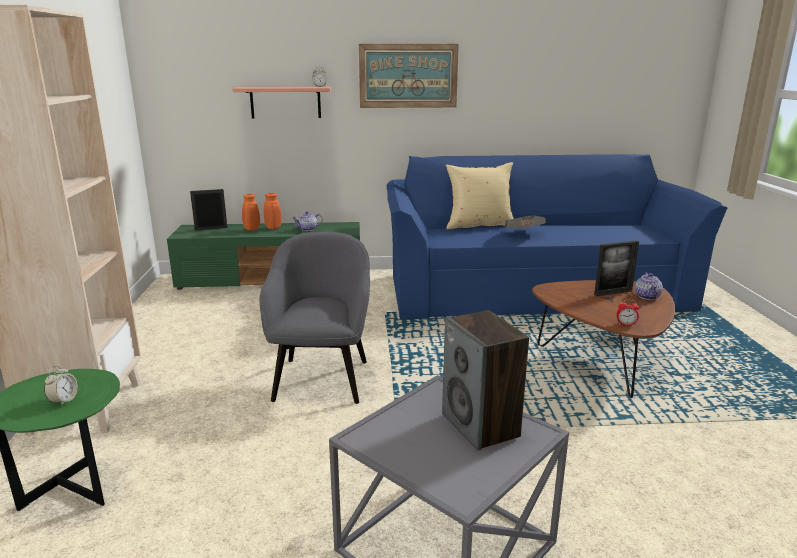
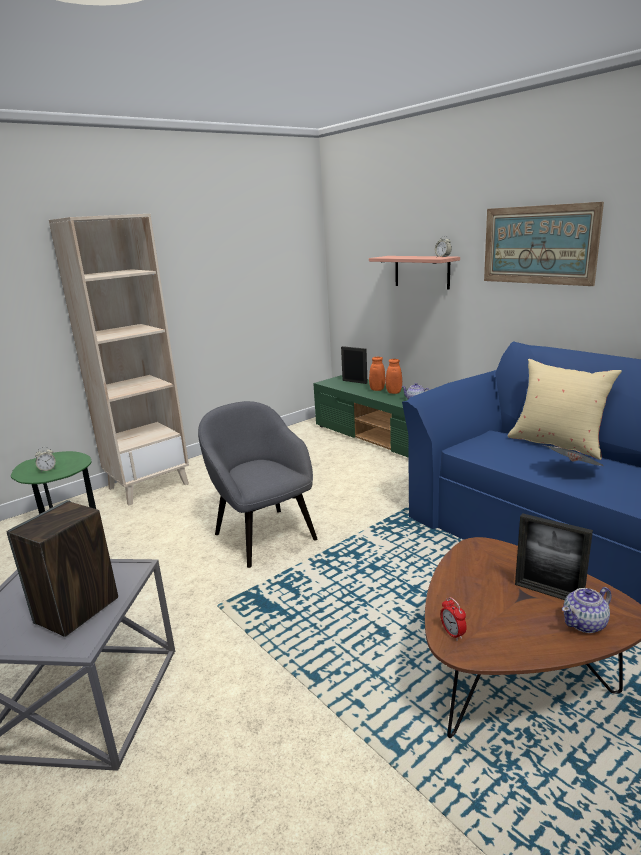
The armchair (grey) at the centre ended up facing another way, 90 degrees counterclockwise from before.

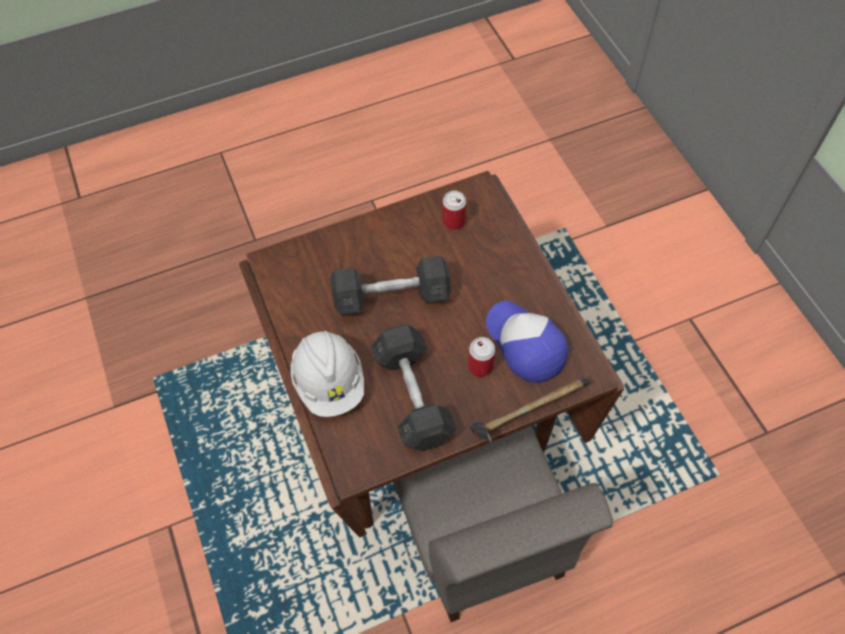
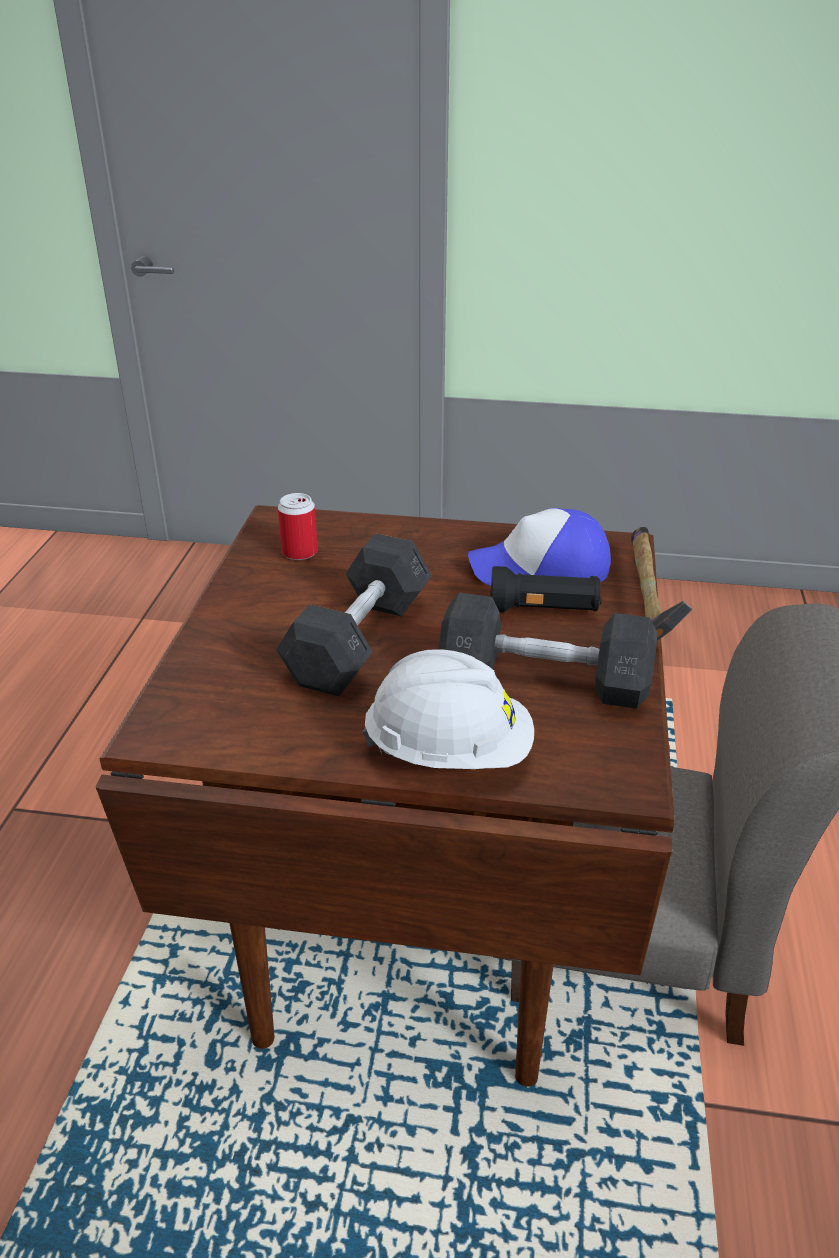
Where the can (no. 2 from left) stood at the centre, the flashlight (black) came to stand at the centre.

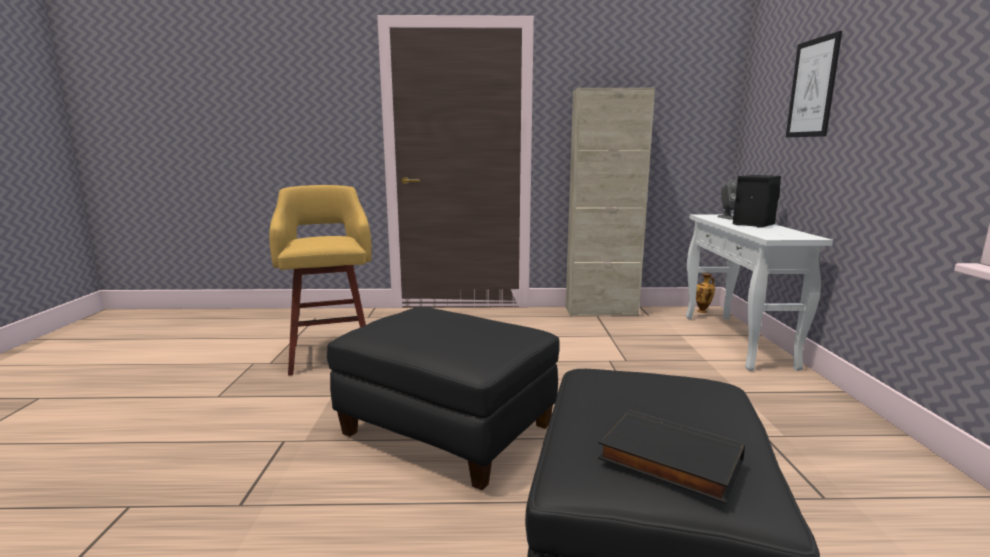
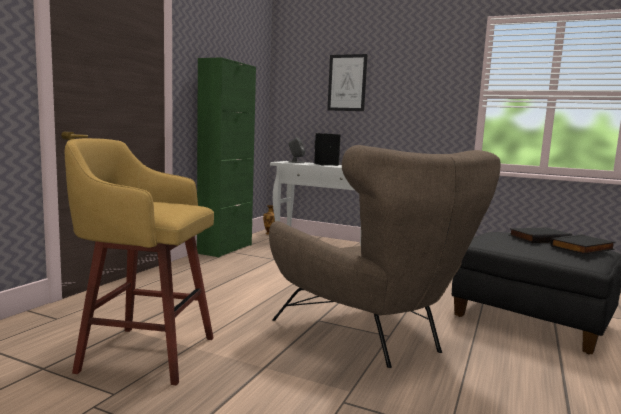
Where the ottoman (black) (no. 1 from left) stood at the bottom centre, the armchair (brown) came to stand at the centre.
What was the cabinet (beige) at the centre turned into the cabinet (green) at the centre.
The second view gained the book (black) (no. 1 from left) at the middle right.

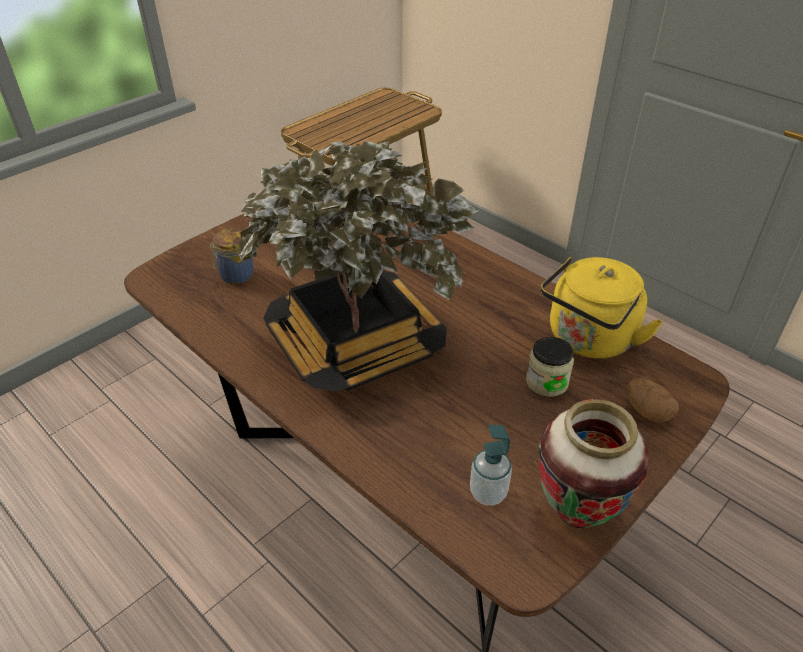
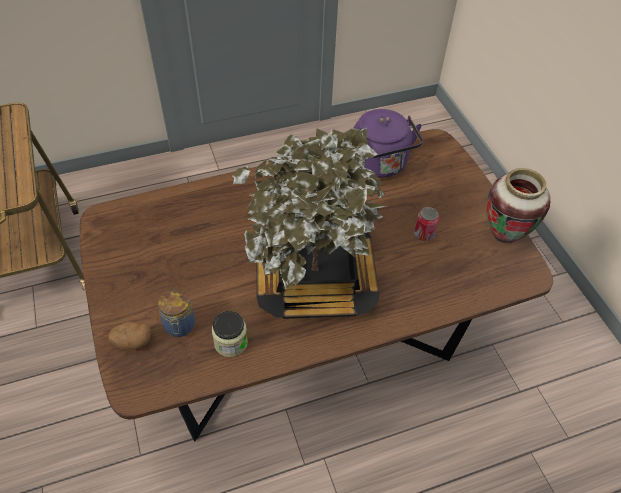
The second view lost the soap dispenser at the bottom centre.
The jar (no. 2 from left) ended up elsewhere, having gone from the middle right to the bottom centre.
What was the kettle (yellow) at the middle right turned into the kettle (purple) at the top centre.
The potato ended up elsewhere, having gone from the middle right to the bottom left.
The second view gained the can at the middle right.

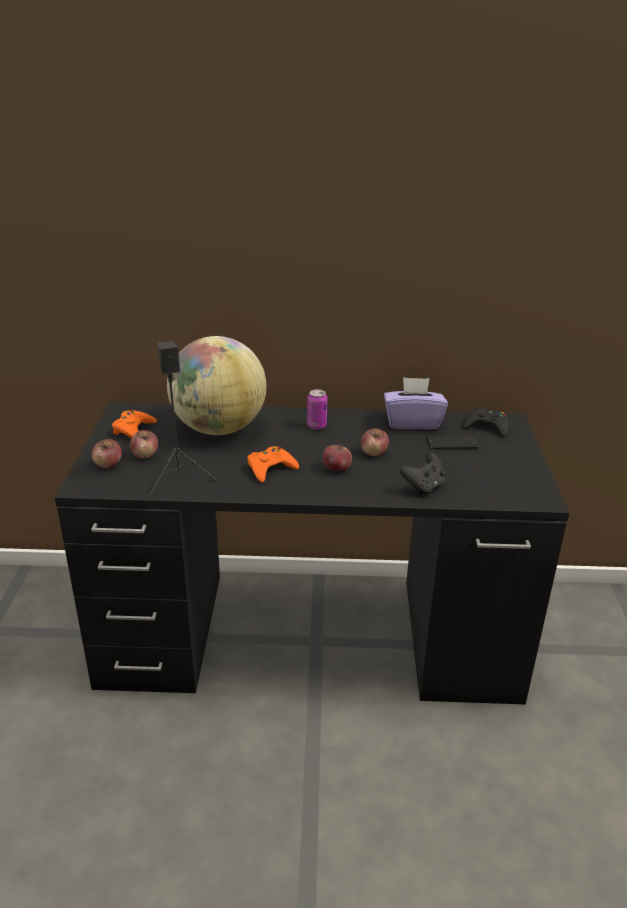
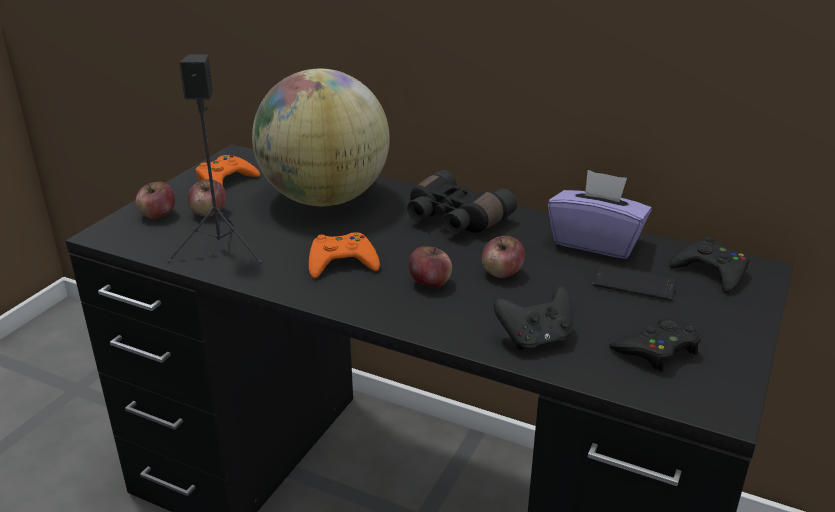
Where the can stood at the centre, the binoculars (black) came to stand at the centre.
The second view gained the game controller (black) (no. 2 from left) at the bottom right.

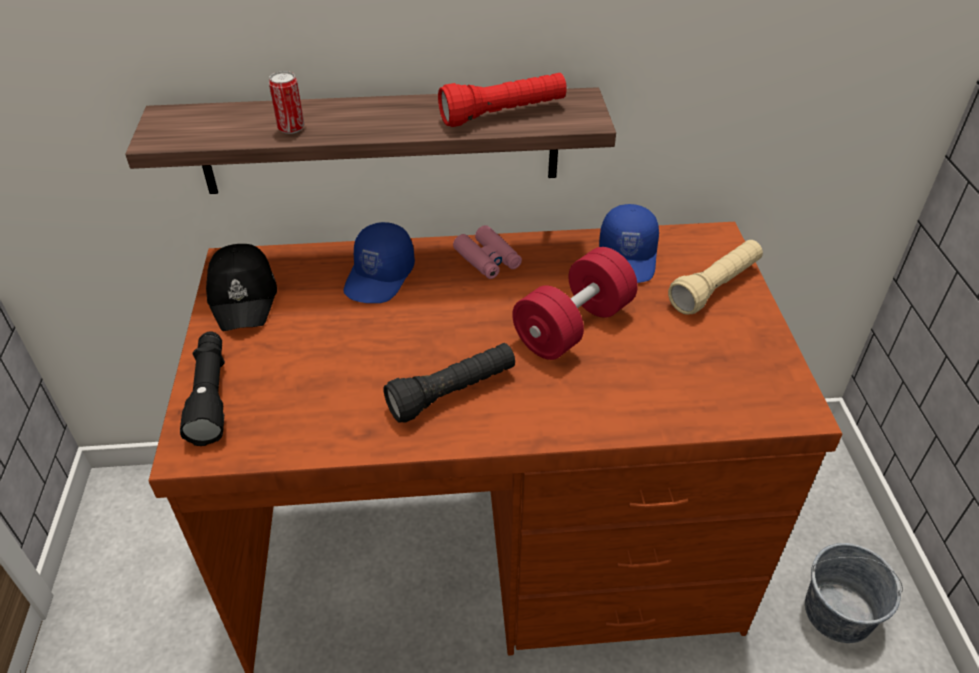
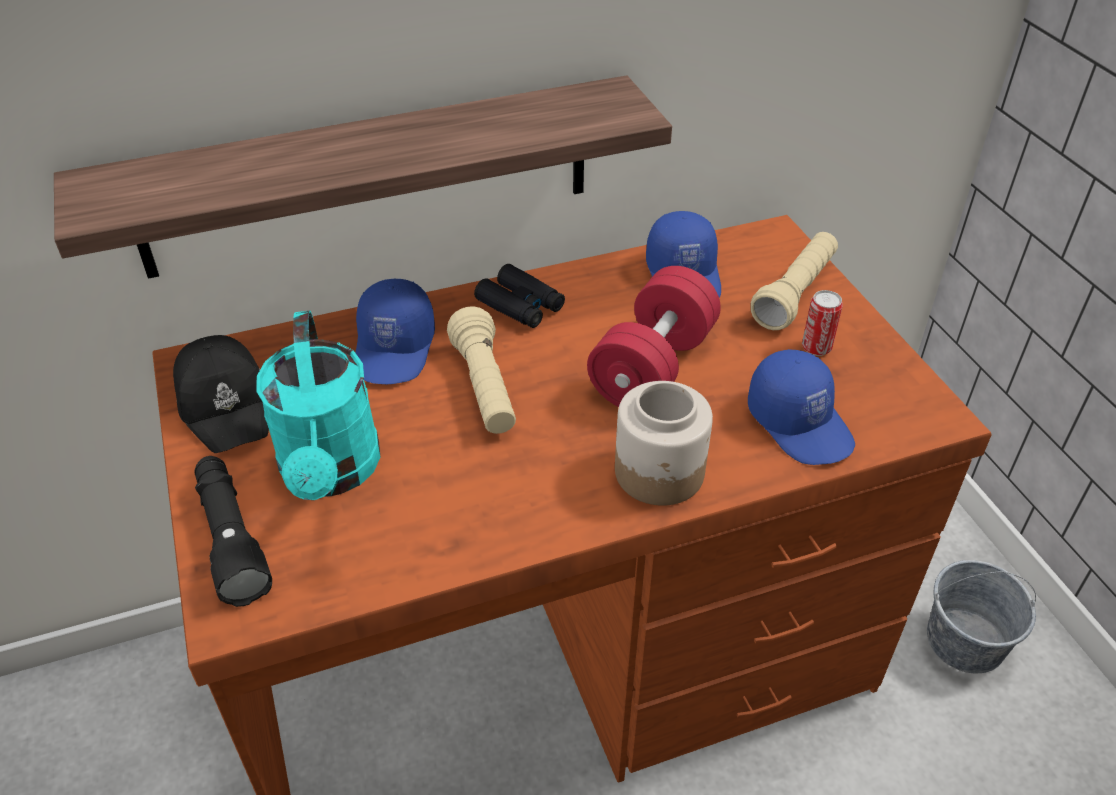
The can ended up elsewhere, having gone from the top left to the middle right.
The second view lost the flashlight (black) (no. 2 from left) at the centre.
The second view lost the flashlight (red) at the top centre.
What was the binoculars (pink) at the centre turned into the binoculars (black) at the centre.
The second view gained the watering can (turquoise) at the middle left.
The second view gained the flashlight (beige) (no. 1 from left) at the centre.
The second view gained the jar at the centre.
The second view gained the cap (blue) (no. 3 from left) at the middle right.

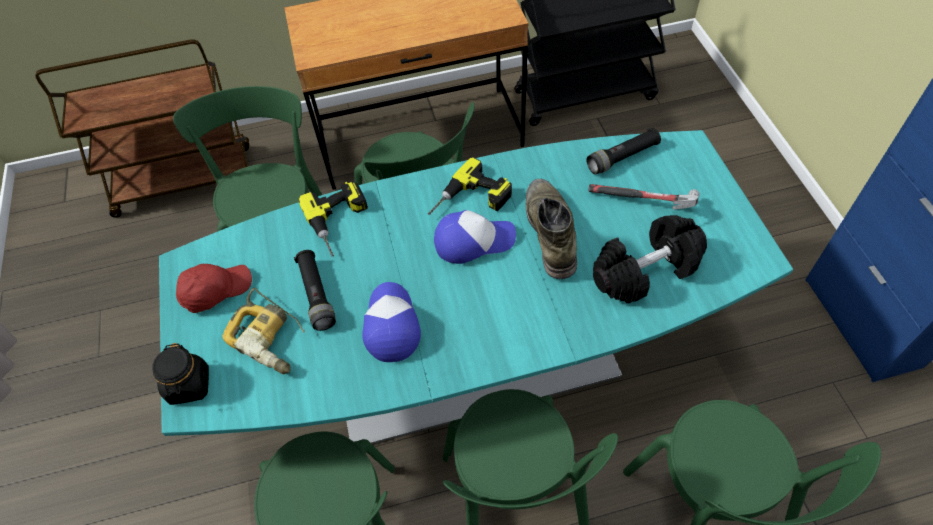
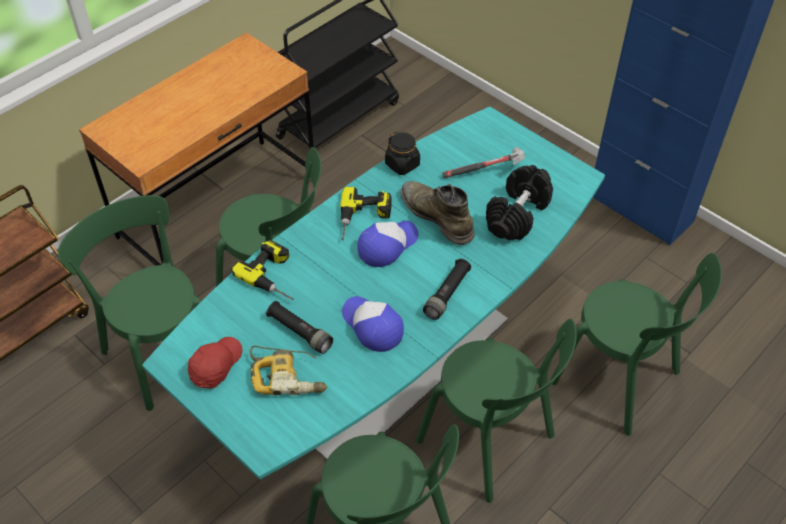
The jar (black) ended up elsewhere, having gone from the bottom left to the top centre.
The flashlight (black) (no. 2 from left) ended up elsewhere, having gone from the top right to the centre.

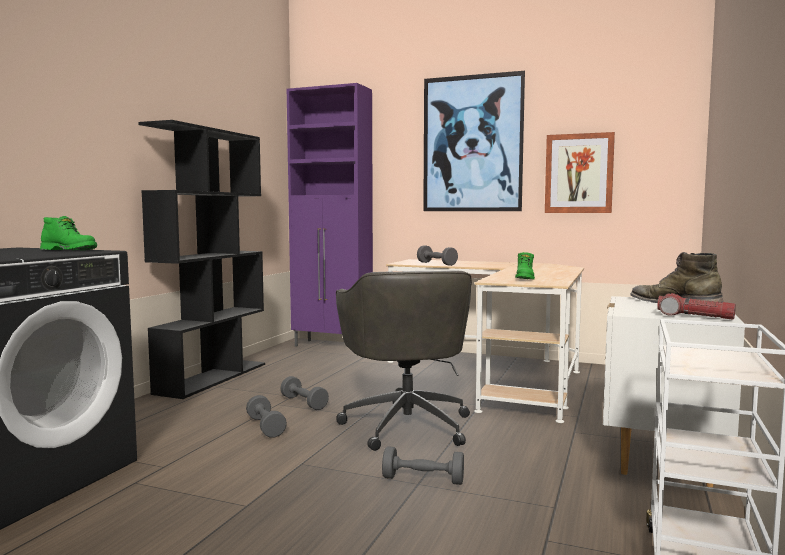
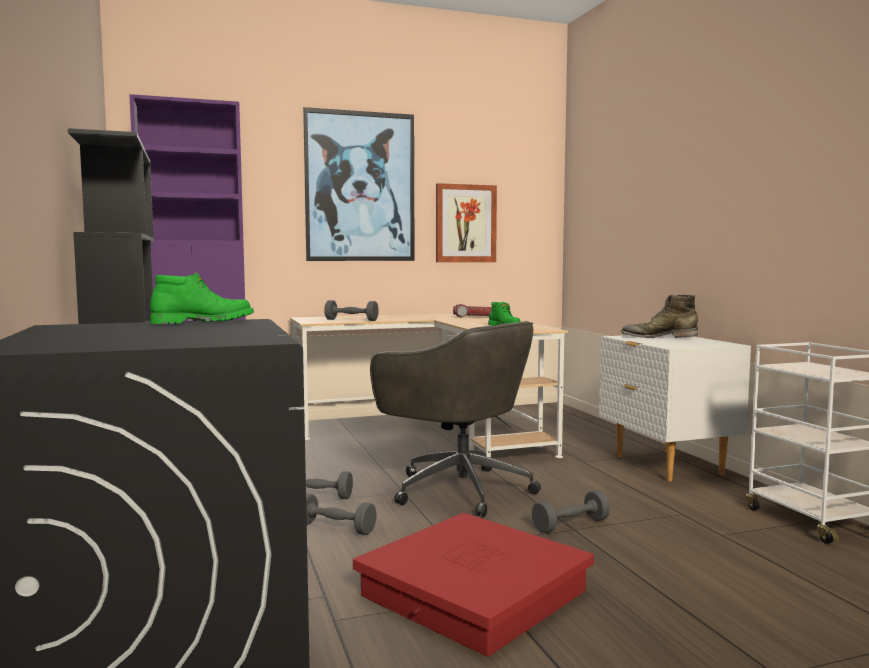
The flashlight ended up elsewhere, having gone from the middle right to the centre.
The second view gained the storage box (red) at the bottom centre.

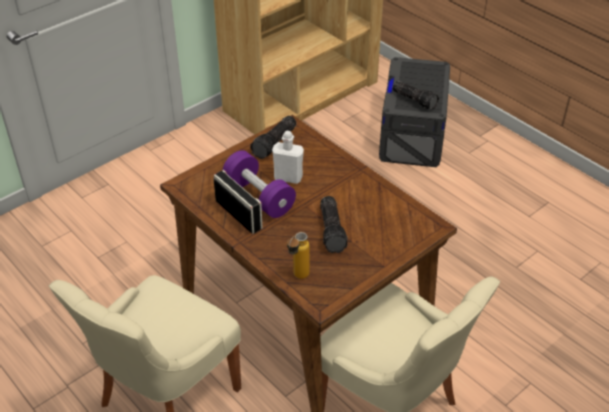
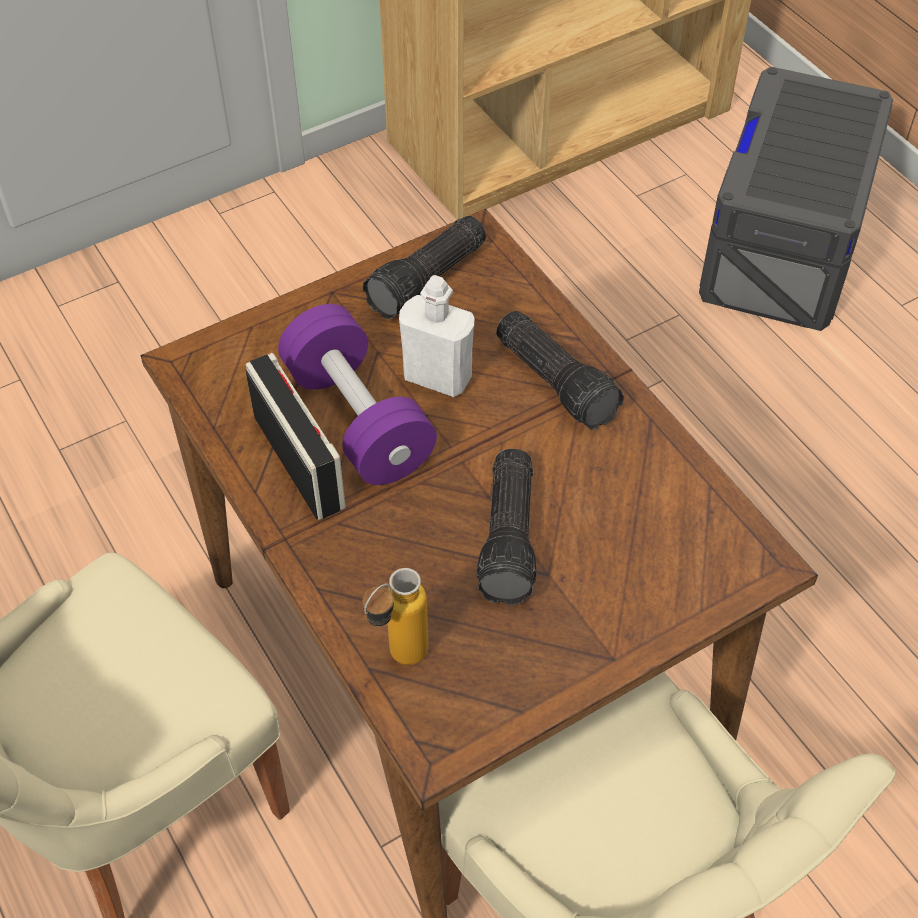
The flashlight (no. 3 from left) ended up elsewhere, having gone from the top right to the centre.

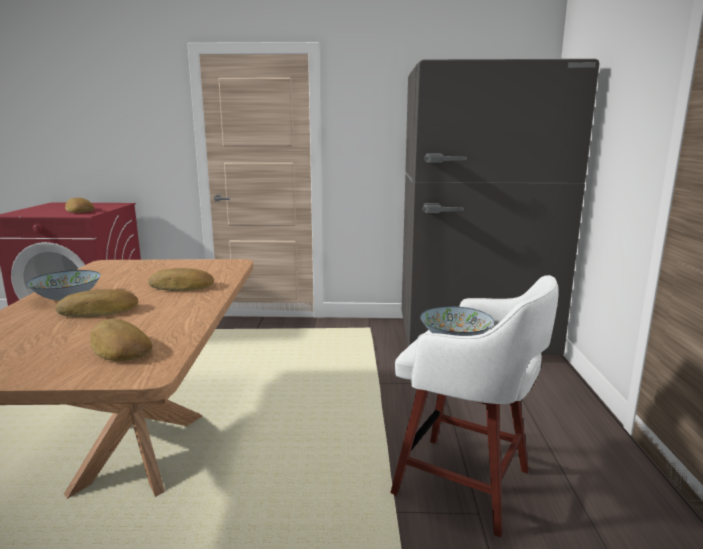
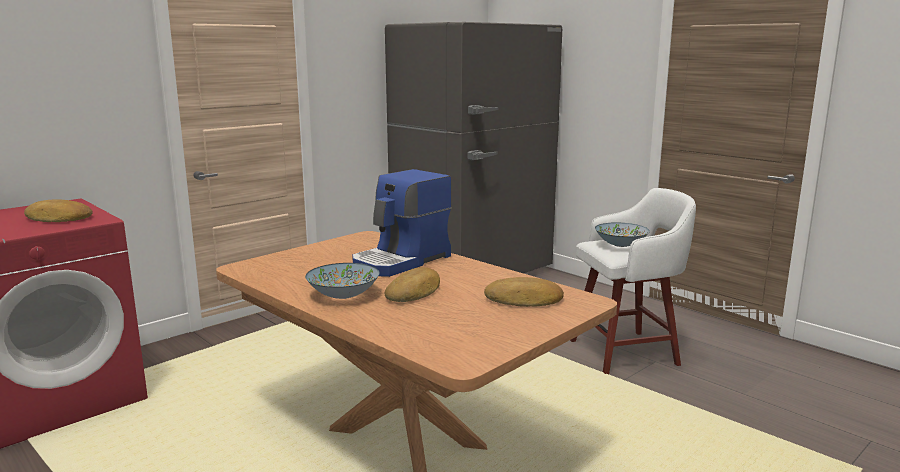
Where the bread (no. 4 from left) stood at the middle left, the coffee machine came to stand at the centre.

